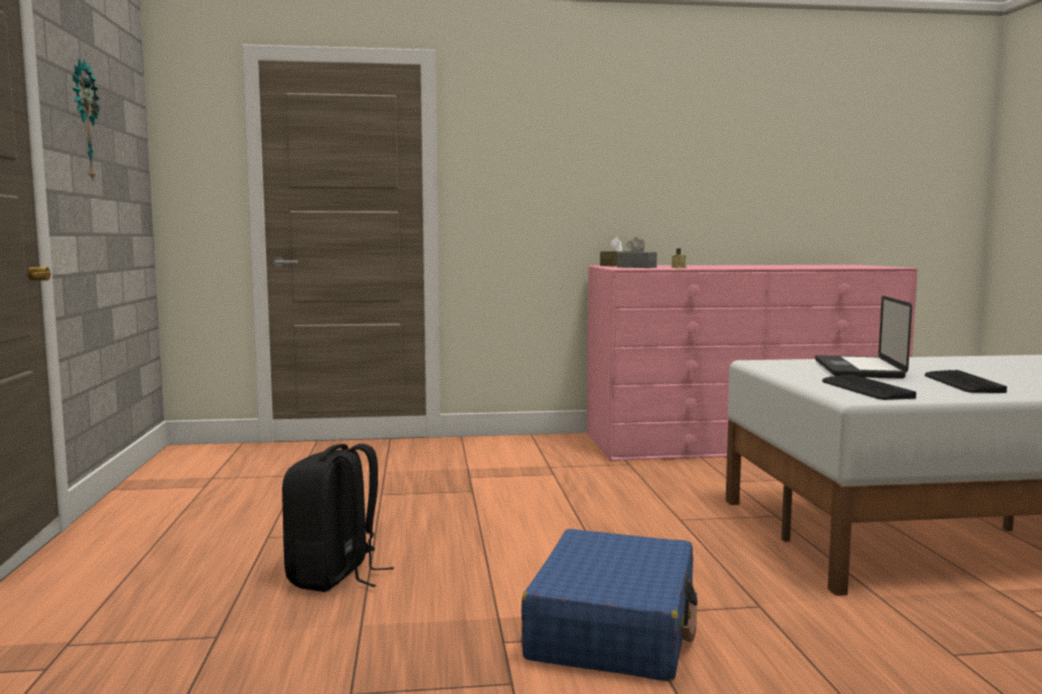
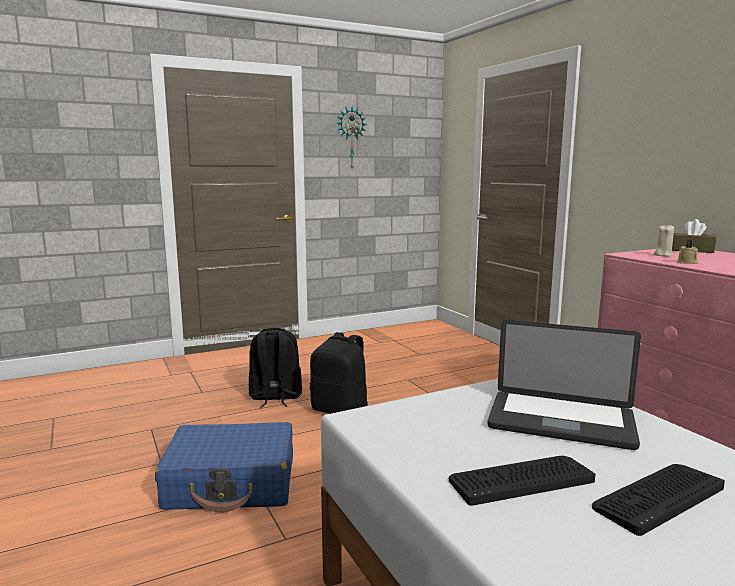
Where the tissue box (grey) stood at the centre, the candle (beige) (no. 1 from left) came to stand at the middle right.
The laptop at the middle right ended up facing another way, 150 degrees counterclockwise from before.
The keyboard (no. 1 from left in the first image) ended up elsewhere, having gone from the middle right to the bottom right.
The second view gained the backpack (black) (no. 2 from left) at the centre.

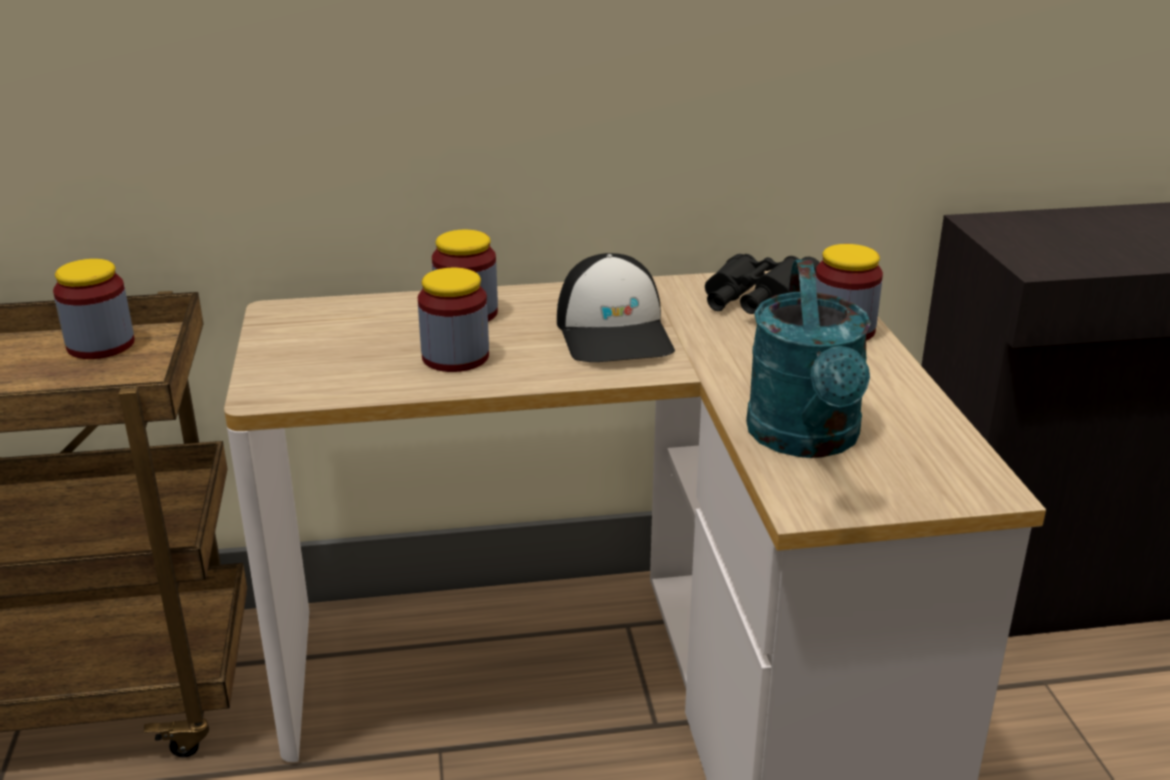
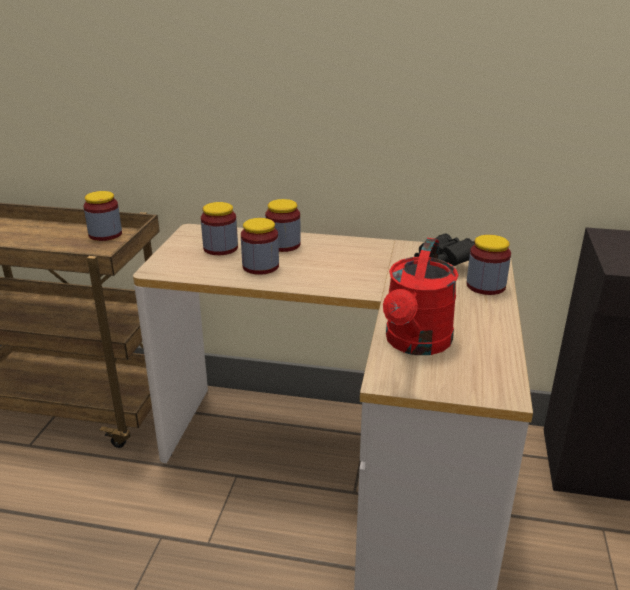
The second view lost the cap at the centre.
What was the watering can (turquoise) at the middle right turned into the watering can (red) at the middle right.
The second view gained the jar (no. 2 from left) at the centre.

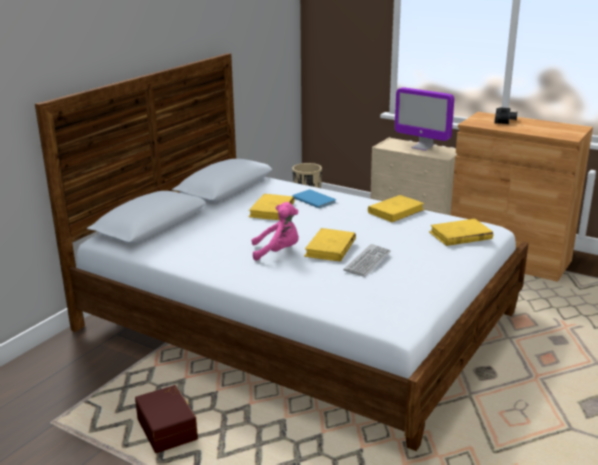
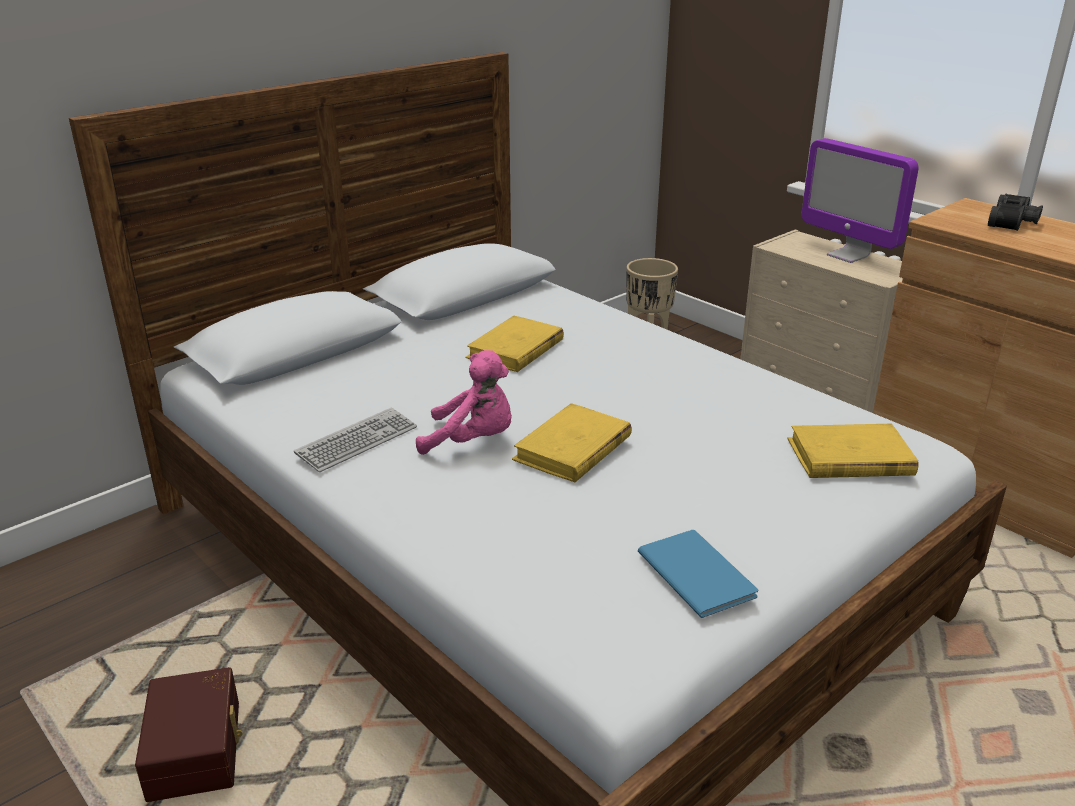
The book (blue) ended up elsewhere, having gone from the centre to the bottom centre.
The keyboard ended up elsewhere, having gone from the centre to the middle left.
The second view lost the book (yellow) (no. 3 from left) at the centre.

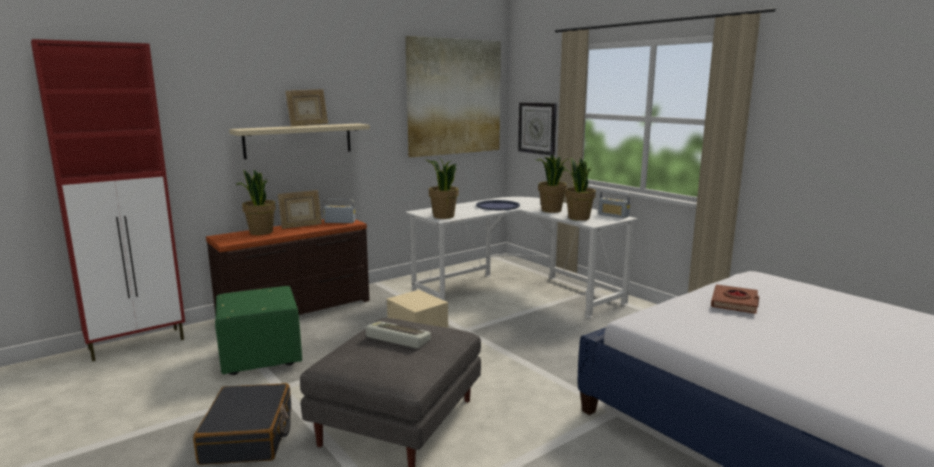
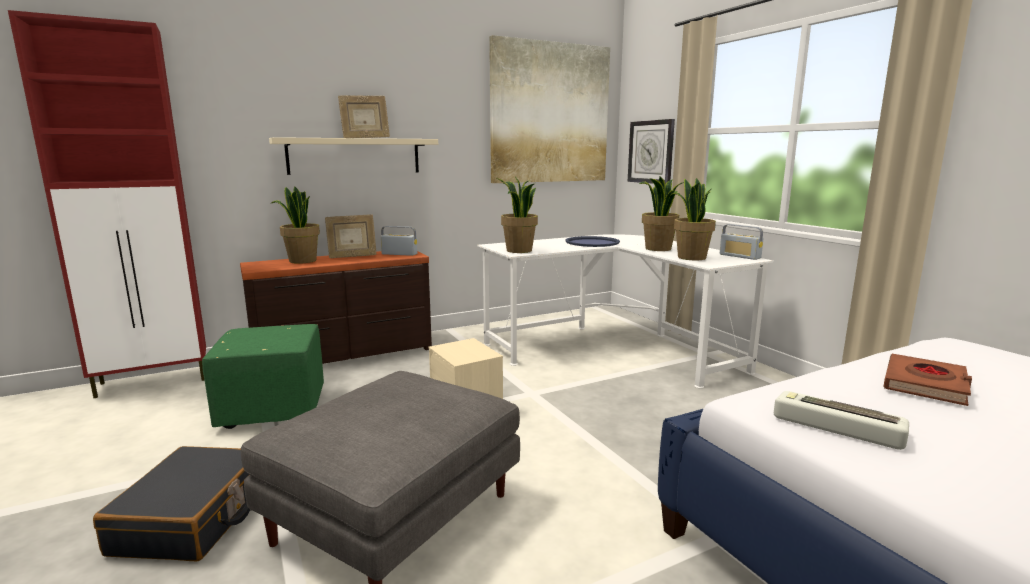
The keyboard ended up elsewhere, having gone from the bottom centre to the bottom right.

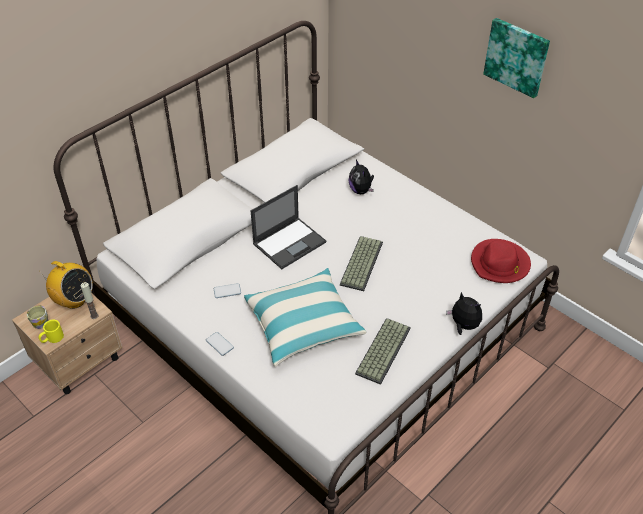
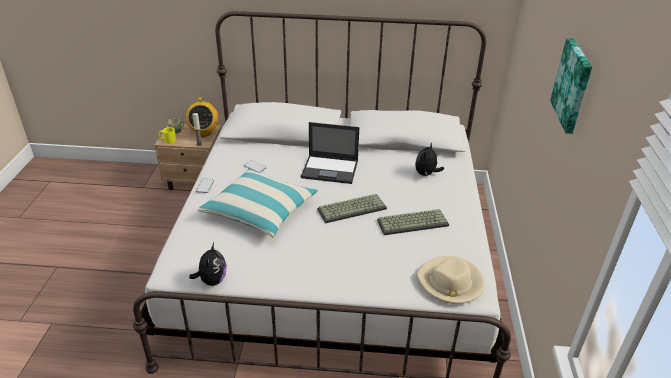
The keyboard (no. 2 from left) ended up elsewhere, having gone from the bottom centre to the centre.
The plush toy (no. 2 from left in the first image) ended up elsewhere, having gone from the middle right to the bottom left.
What was the hat (red) at the middle right turned into the hat (beige) at the bottom right.

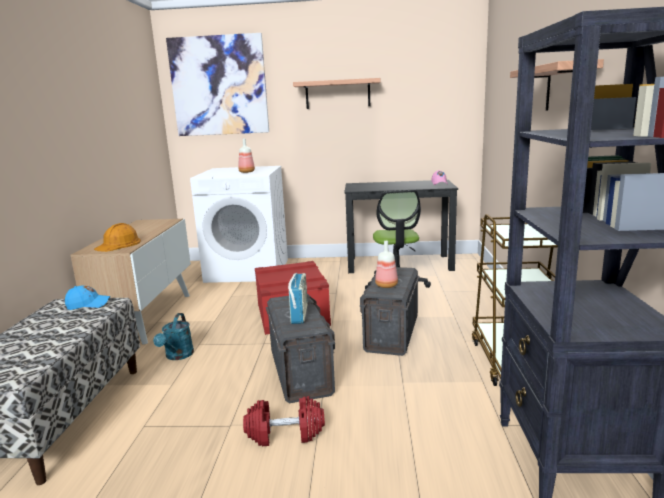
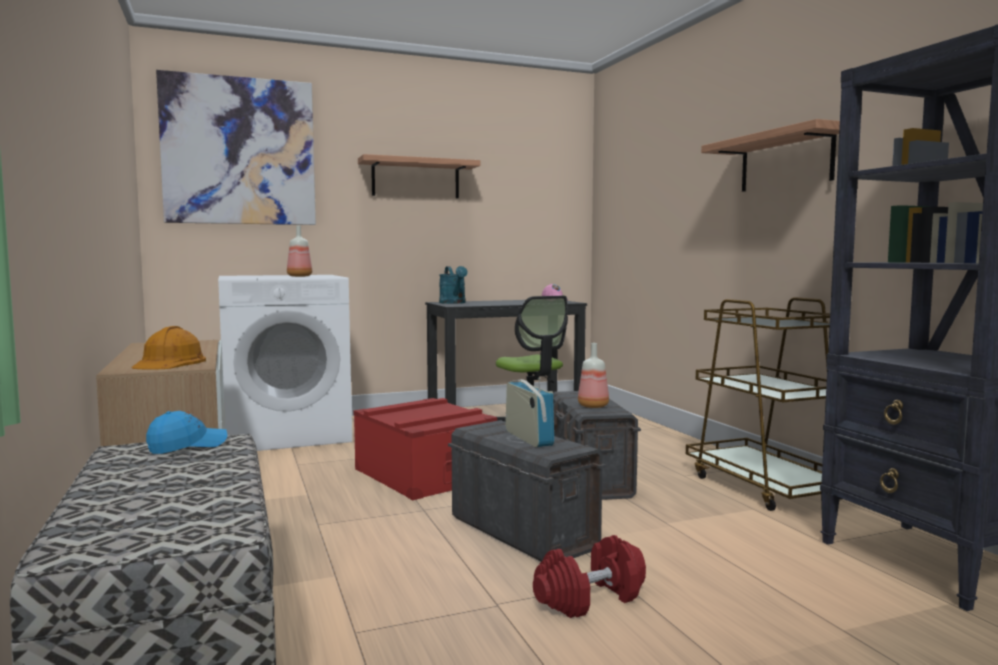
The watering can (turquoise) ended up elsewhere, having gone from the bottom left to the centre.

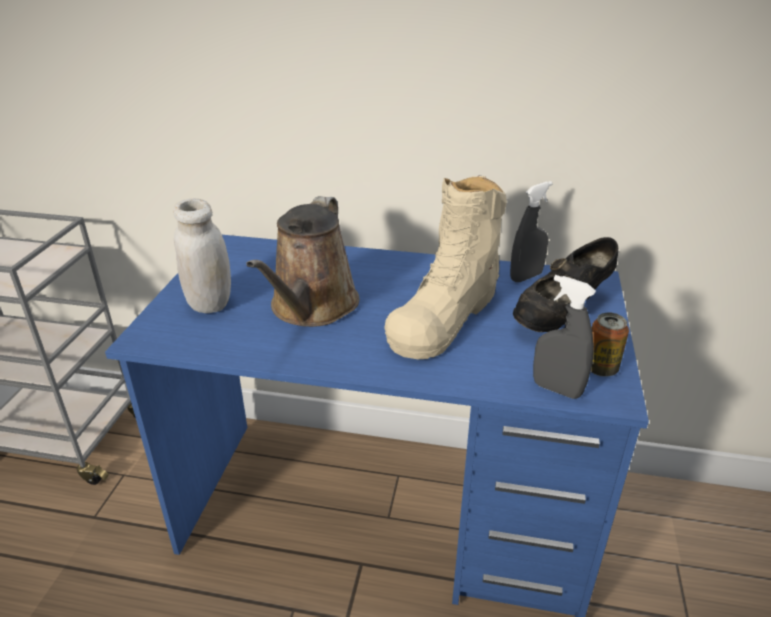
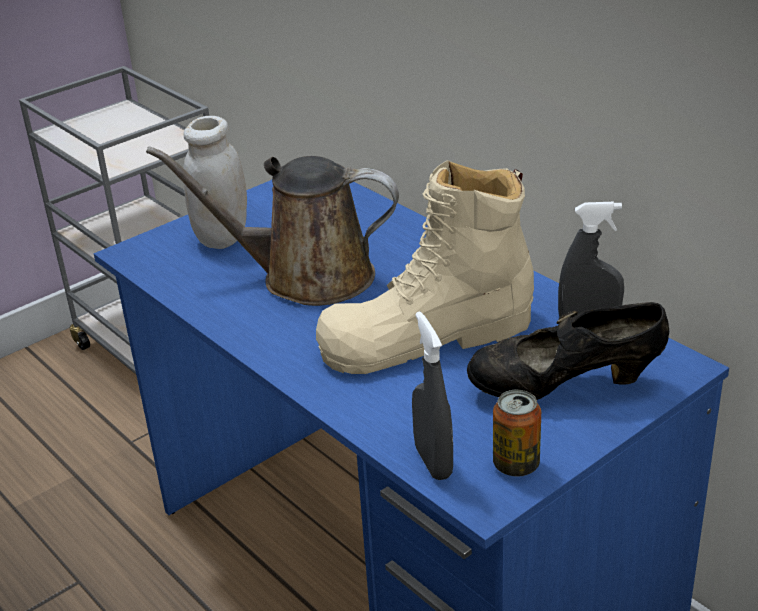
The watering can (brown) at the centre ended up facing another way, 45 degrees clockwise from before.

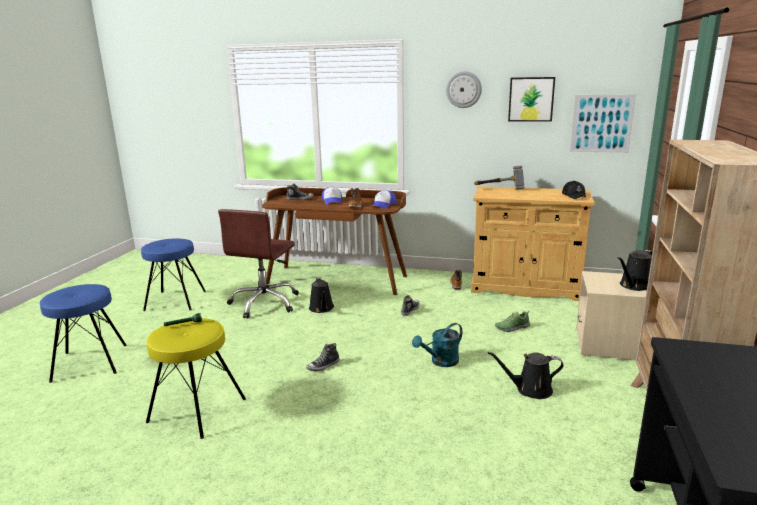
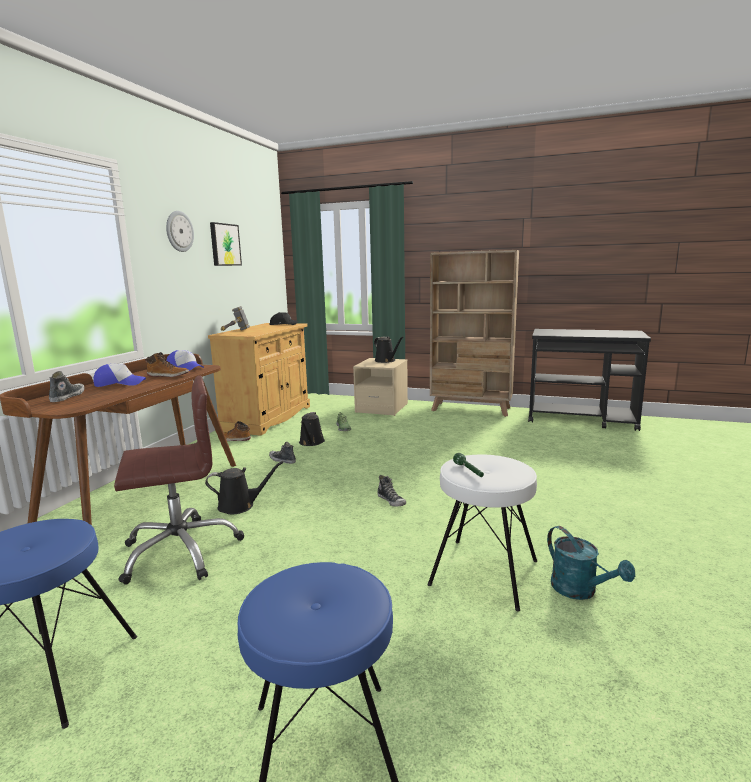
What was the stool (yellow) at the bottom left turned into the stool (white) at the bottom centre.
The office chair (brown) at the centre ended up facing another way, 45 degrees counterclockwise from before.
The watering can (turquoise) ended up elsewhere, having gone from the bottom centre to the bottom right.
The watering can (black) (no. 2 from left) ended up elsewhere, having gone from the bottom right to the centre.
The second view lost the picture (no. 2 from left) at the top right.

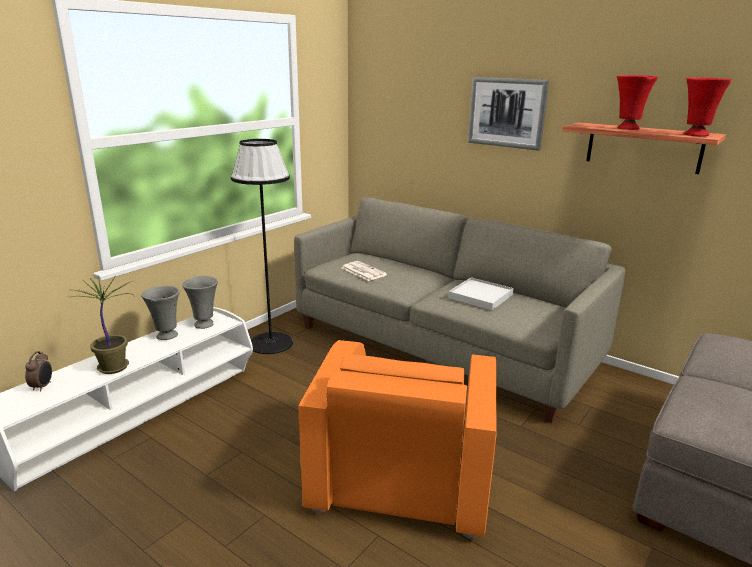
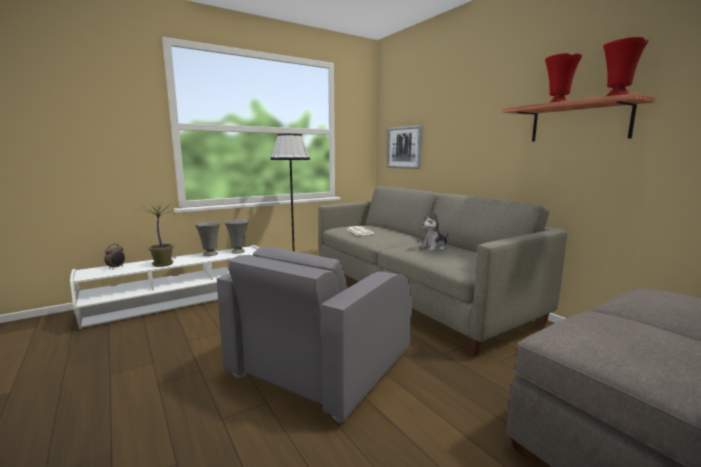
What was the armchair (orange) at the bottom centre turned into the armchair (grey) at the bottom centre.
Where the tray (white) stood at the centre, the plush toy came to stand at the centre.
The picture ended up elsewhere, having gone from the top right to the top centre.

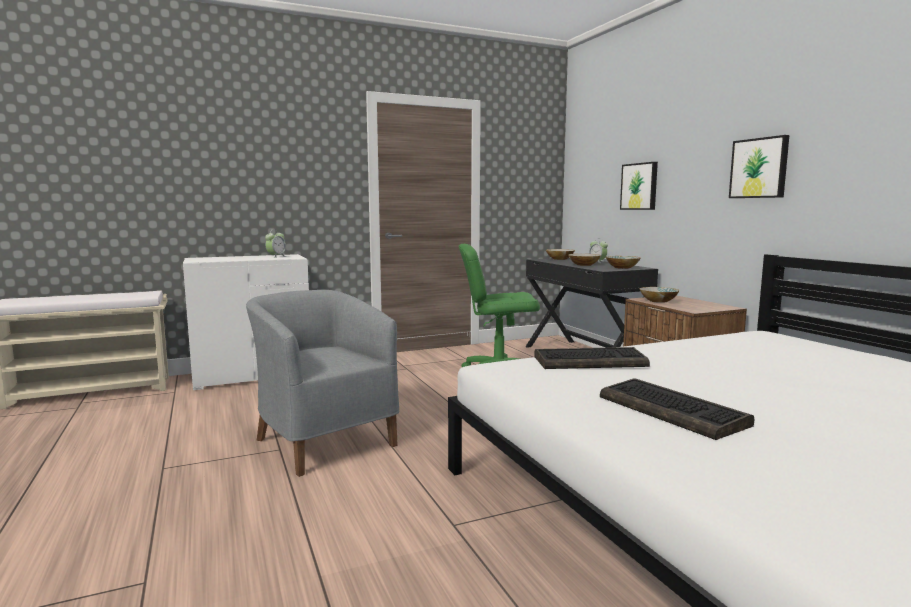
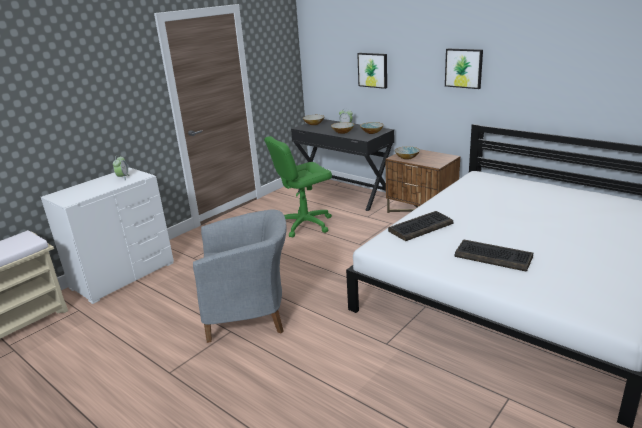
The armchair (grey) at the centre ended up facing another way, 150 degrees clockwise from before.

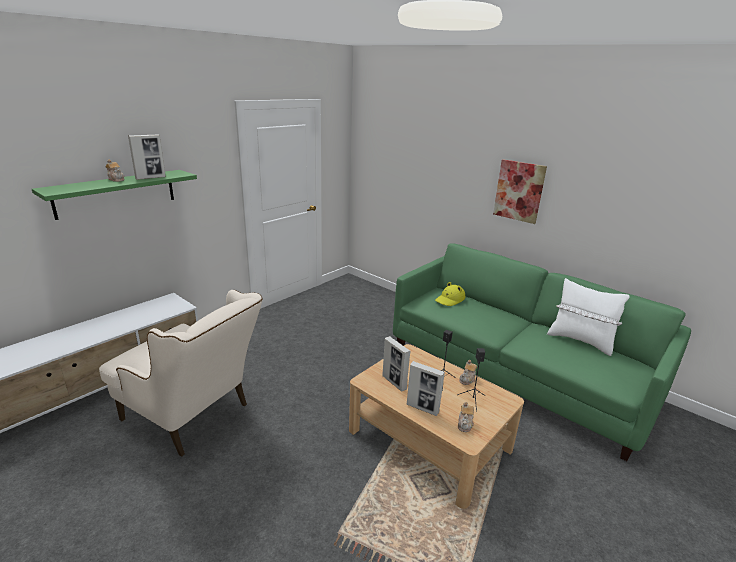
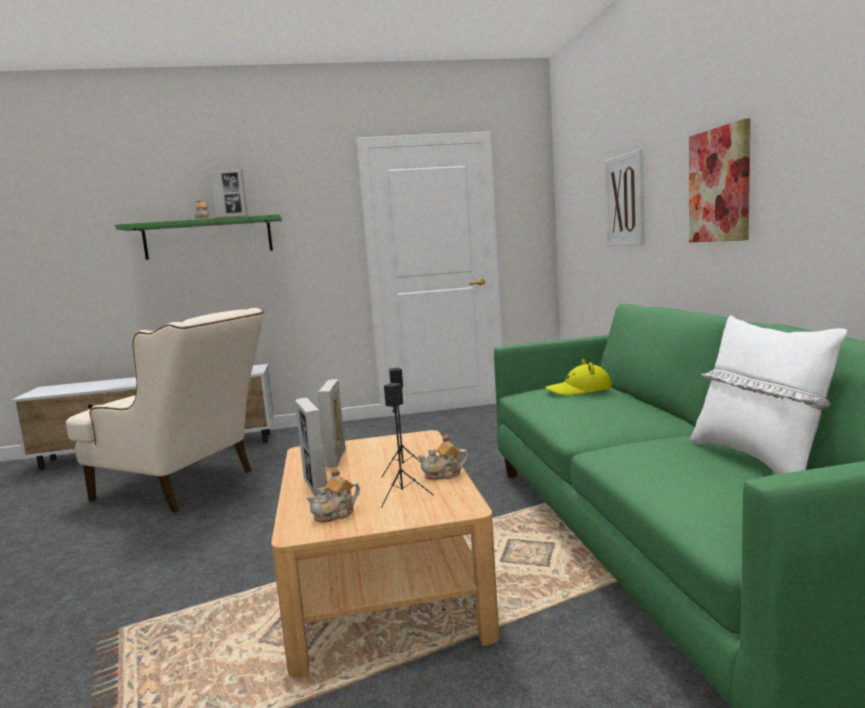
The armchair (beige) at the middle left ended up facing another way, 45 degrees counterclockwise from before.
The second view gained the picture (no. 1 from left) at the top right.

